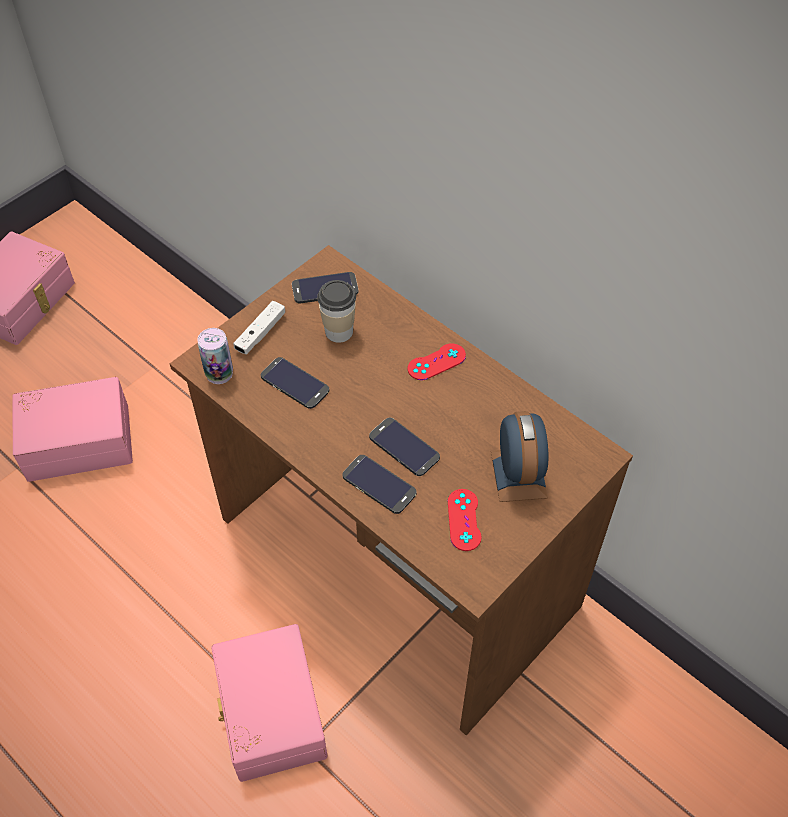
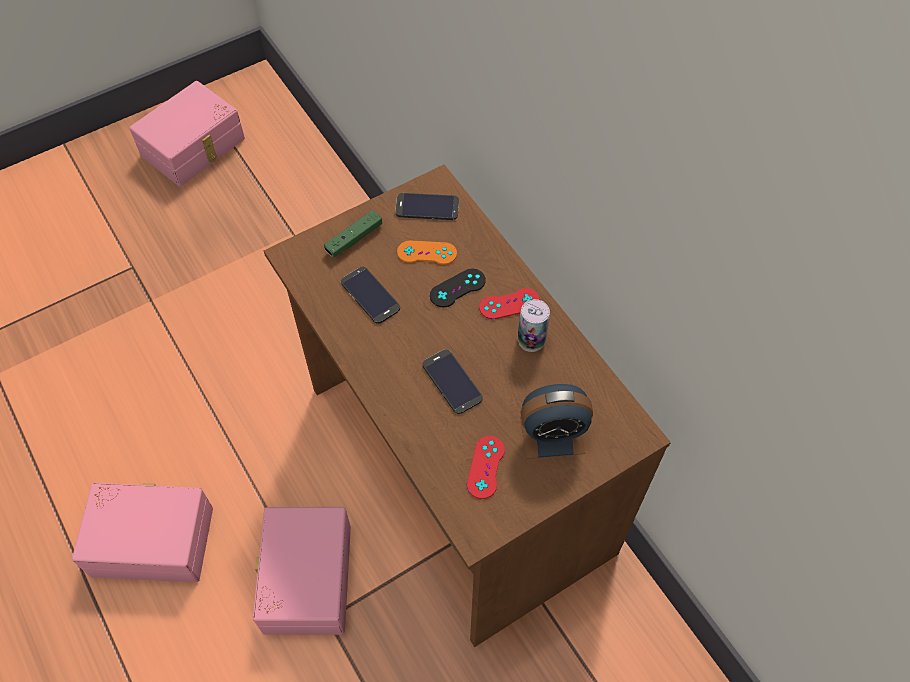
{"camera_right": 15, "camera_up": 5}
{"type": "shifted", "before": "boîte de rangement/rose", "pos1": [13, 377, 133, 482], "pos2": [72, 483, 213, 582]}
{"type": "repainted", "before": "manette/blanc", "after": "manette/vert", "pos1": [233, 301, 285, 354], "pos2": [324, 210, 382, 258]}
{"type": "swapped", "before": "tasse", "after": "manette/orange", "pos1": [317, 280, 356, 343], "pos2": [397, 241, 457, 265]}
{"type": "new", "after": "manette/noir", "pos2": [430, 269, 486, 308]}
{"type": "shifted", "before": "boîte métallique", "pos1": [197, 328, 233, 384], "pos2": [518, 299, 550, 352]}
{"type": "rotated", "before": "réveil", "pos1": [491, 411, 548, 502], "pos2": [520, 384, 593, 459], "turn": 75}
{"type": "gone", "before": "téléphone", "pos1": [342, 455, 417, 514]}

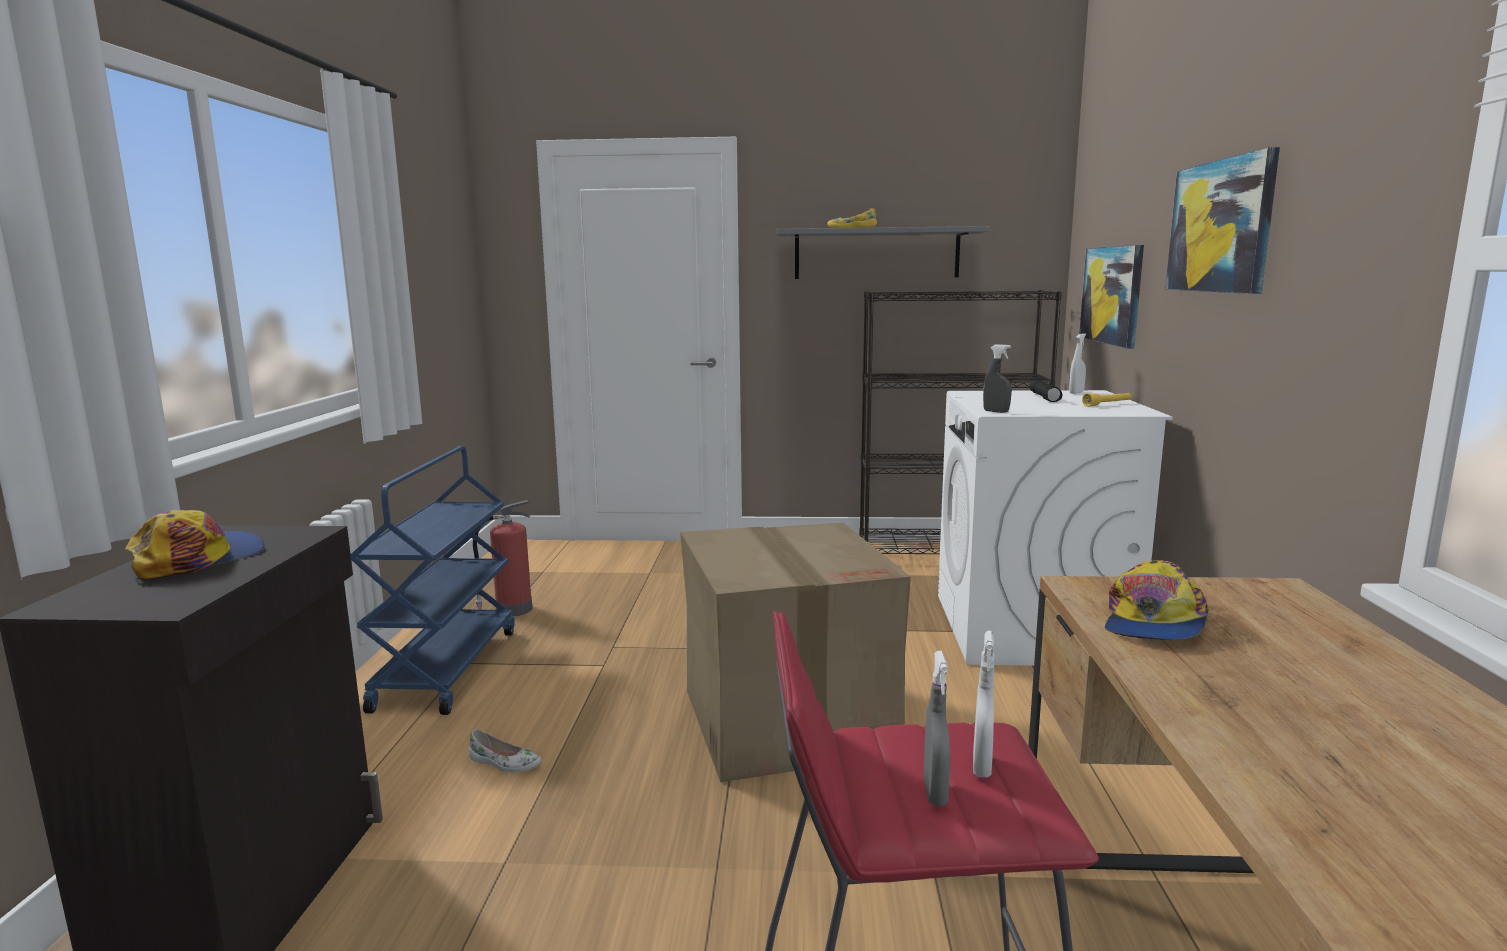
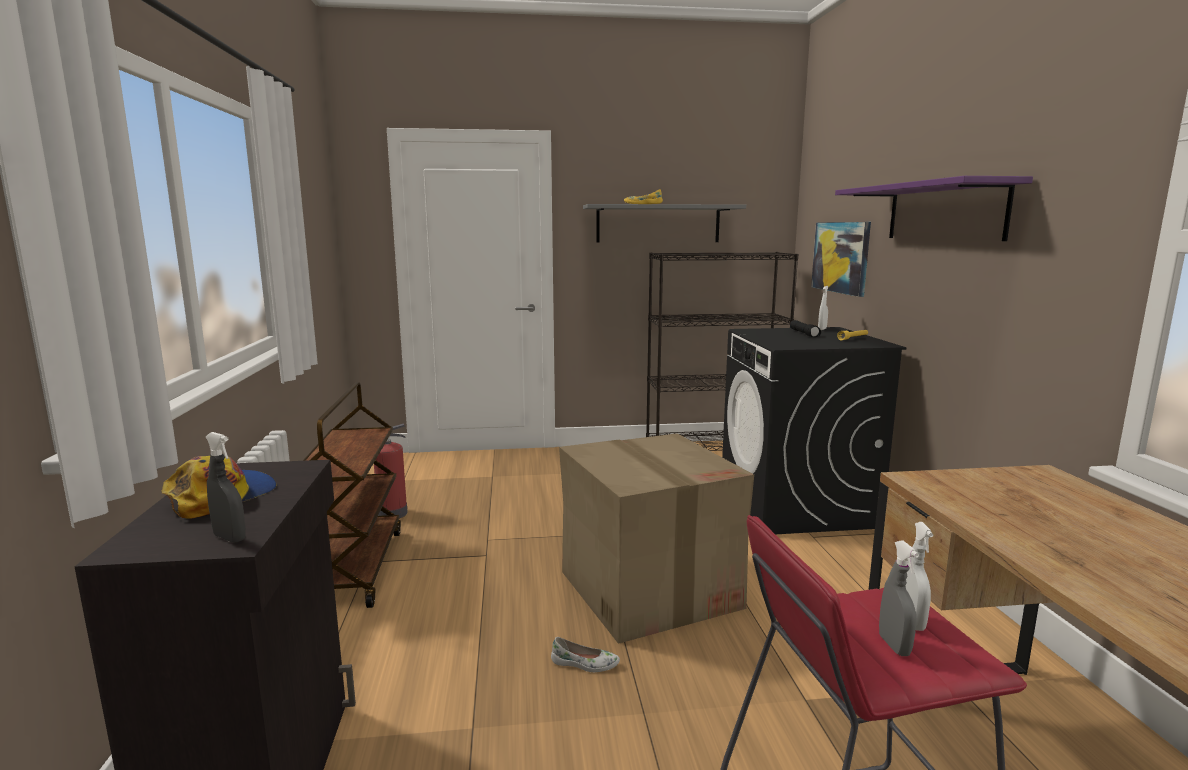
{"camera_right": -10, "camera_up": 0}
{"type": "shifted", "before": "vaporisateur/gris", "pos1": [983, 344, 1012, 413], "pos2": [206, 432, 246, 542]}
{"type": "repainted", "before": "chariot/bleu", "after": "chariot/marron", "pos1": [350, 446, 515, 715], "pos2": [303, 382, 401, 608]}
{"type": "shifted", "before": "chaussure/blanc", "pos1": [468, 729, 542, 773], "pos2": [551, 637, 620, 672]}
{"type": "repainted", "before": "lave-linge/blanc", "after": "lave-linge/noir", "pos1": [938, 390, 1173, 665], "pos2": [722, 327, 906, 534]}
{"type": "swapped", "before": "tableau", "after": "étagère/violet", "pos1": [1165, 147, 1280, 294], "pos2": [835, 176, 1033, 241]}
{"type": "gone", "before": "casquette", "pos1": [1105, 560, 1209, 640]}

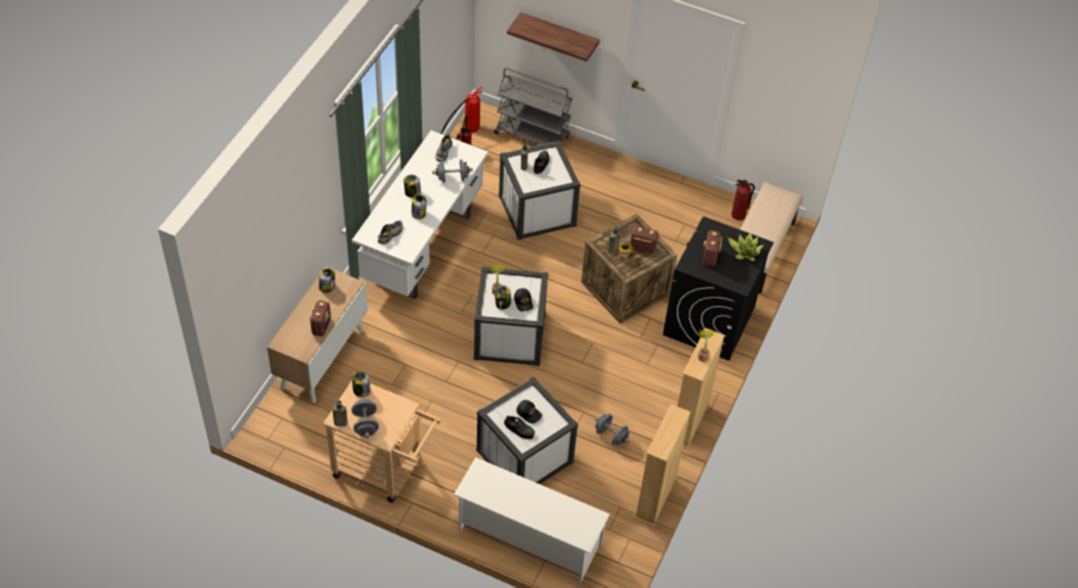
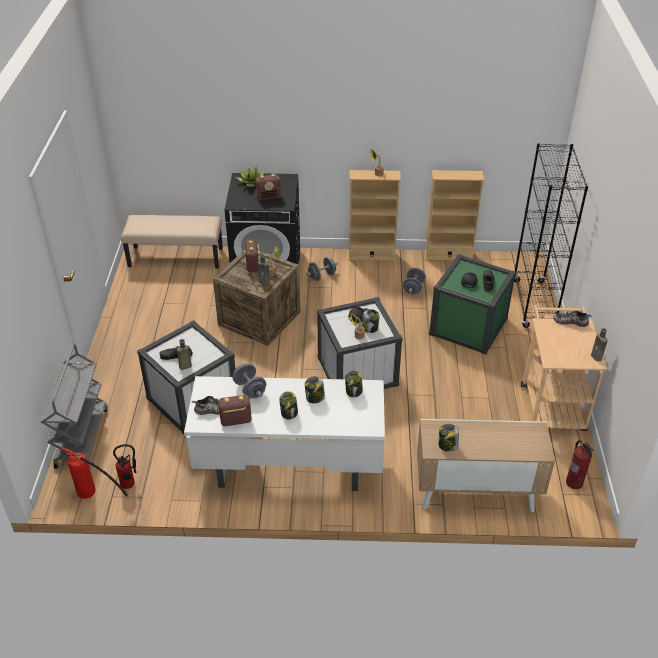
{"camera_right": -110, "camera_up": -10}
{"type": "shifted", "before": "radio", "pos1": [309, 300, 331, 337], "pos2": [218, 395, 252, 426]}
{"type": "shifted", "before": "haltère/gris", "pos1": [352, 398, 379, 438], "pos2": [306, 257, 338, 281]}
{"type": "shifted", "before": "bocal", "pos1": [352, 372, 371, 397], "pos2": [345, 370, 363, 398]}
{"type": "repainted", "before": "boîte de rangement/blanc", "after": "boîte de rangement/vert", "pos1": [476, 376, 578, 484], "pos2": [429, 254, 516, 355]}
{"type": "swapped", "before": "étagère à chaussures/blanc", "after": "bibliothèque/noir", "pos1": [454, 457, 610, 583], "pos2": [514, 143, 588, 328]}
{"type": "shifted", "before": "chaussure", "pos1": [377, 220, 403, 244], "pos2": [553, 311, 592, 327]}
{"type": "shifted", "before": "extincteur", "pos1": [731, 180, 755, 220], "pos2": [566, 440, 594, 489]}
{"type": "gone", "before": "étagère", "pos1": [507, 12, 600, 62]}

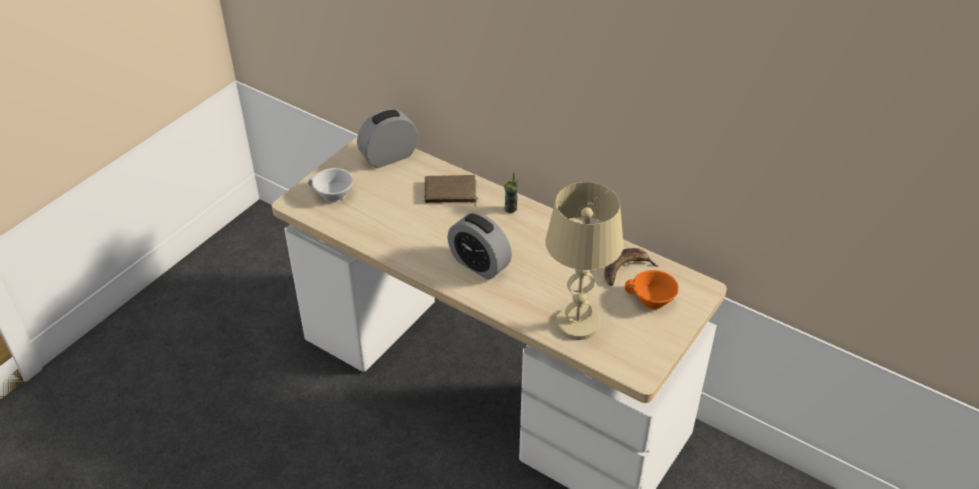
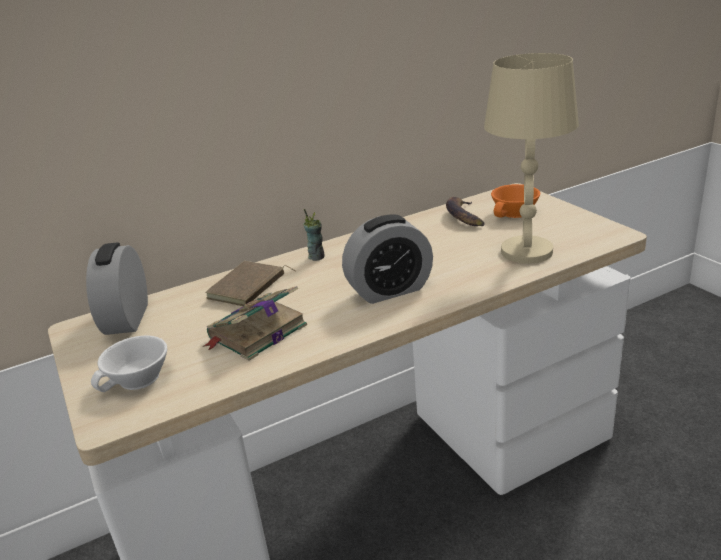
{"camera_right": -60, "camera_up": -15}
{"type": "new", "after": "livre", "pos2": [202, 286, 307, 361]}

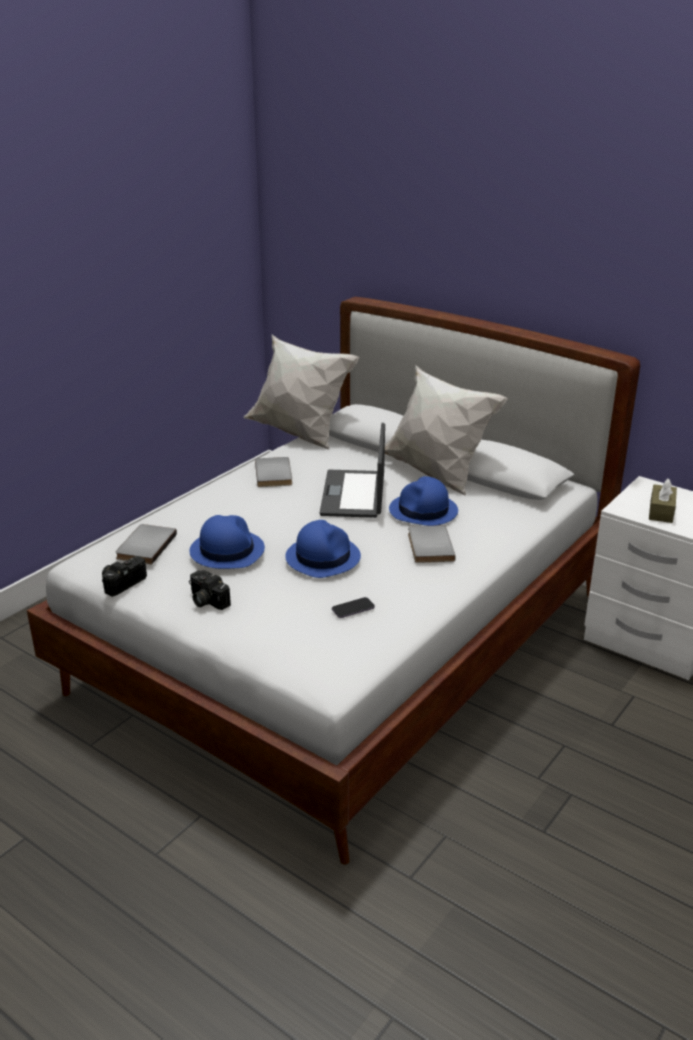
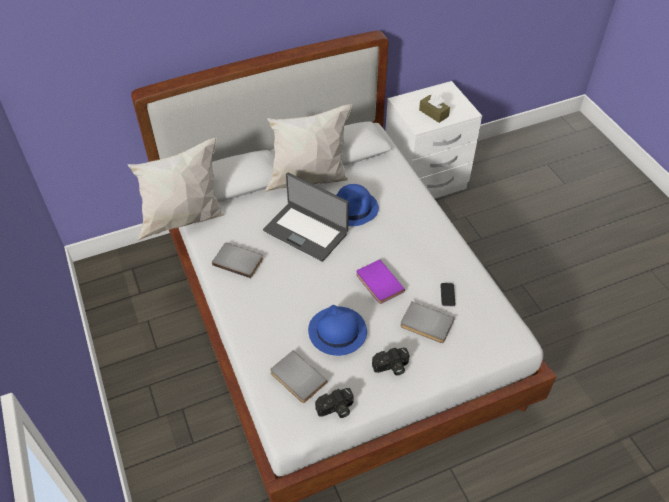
{"camera_right": -60, "camera_up": 20}
{"type": "rotated", "before": "appareil photo", "pos1": [102, 556, 147, 597], "pos2": [315, 388, 354, 418], "turn": -90}
{"type": "swapped", "before": "chapeau/bleu", "after": "livre/violet", "pos1": [285, 520, 361, 578], "pos2": [356, 259, 405, 304]}
{"type": "shifted", "before": "livre/gris", "pos1": [408, 525, 456, 563], "pos2": [400, 301, 455, 343]}

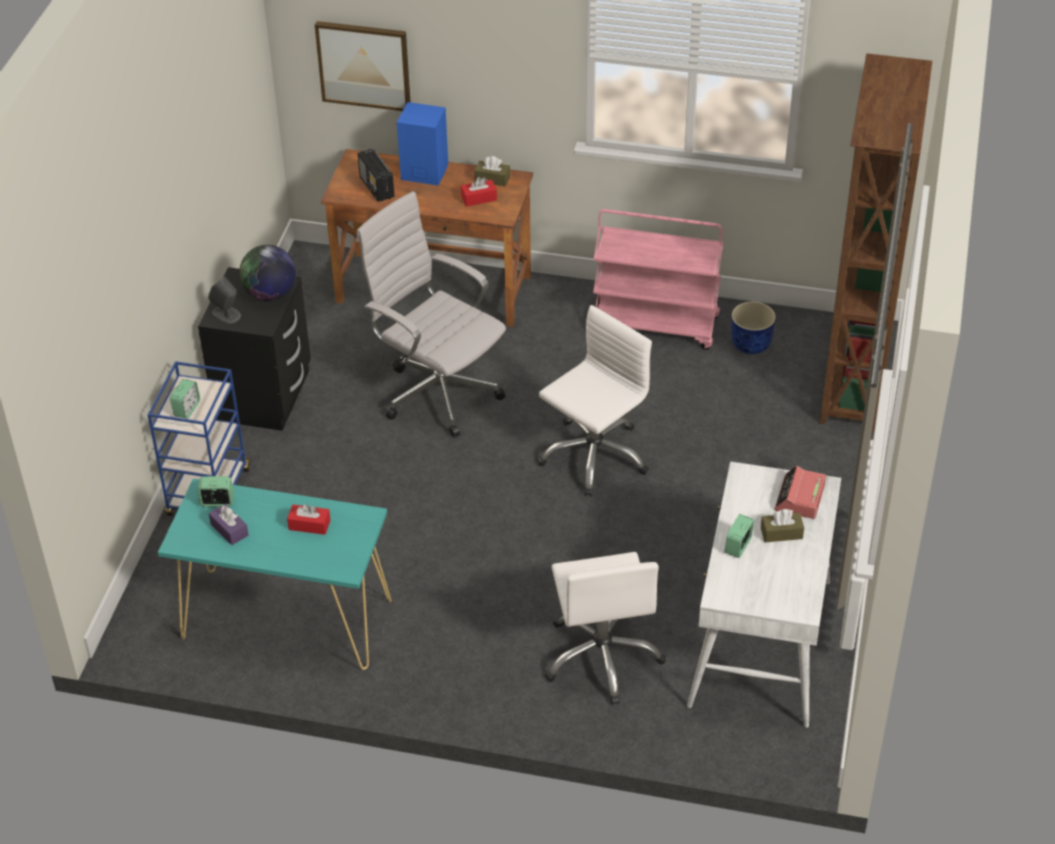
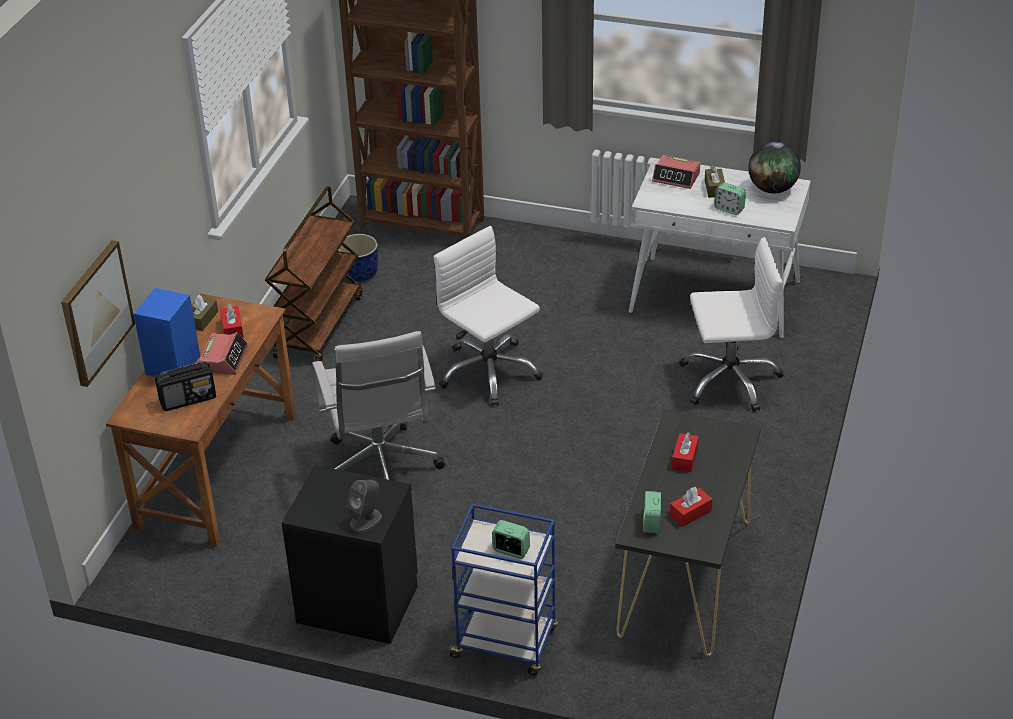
{"camera_right": -85, "camera_up": -5}
{"type": "new", "after": "réveil", "pos2": [198, 332, 249, 375]}
{"type": "repainted", "before": "chariot/rose", "after": "chariot/marron", "pos1": [593, 209, 723, 350], "pos2": [265, 186, 363, 362]}
{"type": "rotated", "before": "chaise de bureau/blanc", "pos1": [356, 191, 506, 437], "pos2": [312, 331, 445, 480], "turn": -60}
{"type": "repainted", "before": "table console/turquoise", "after": "table console/noir", "pos1": [158, 479, 392, 670], "pos2": [615, 410, 761, 656]}
{"type": "repainted", "before": "boîte à mouchoirs/violet", "after": "boîte à mouchoirs/rouge", "pos1": [209, 504, 249, 545], "pos2": [669, 487, 712, 527]}
{"type": "shifted", "before": "globe", "pos1": [239, 245, 296, 301], "pos2": [748, 141, 801, 194]}

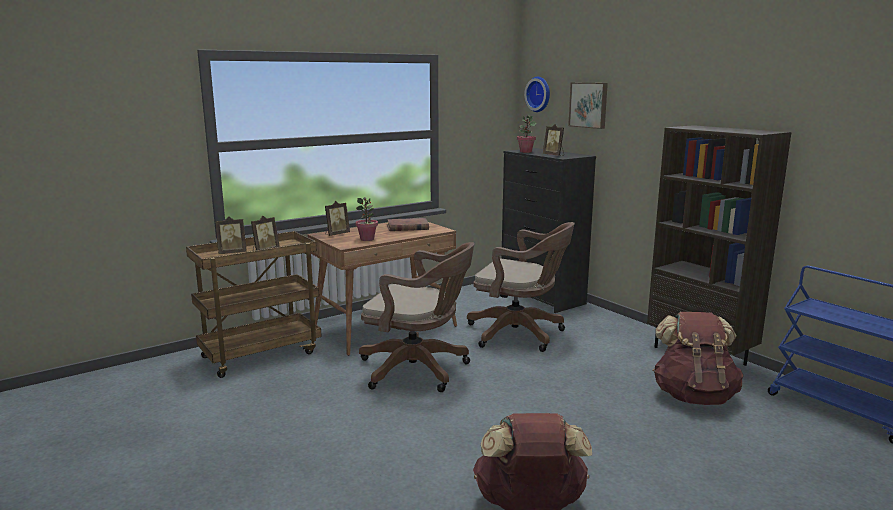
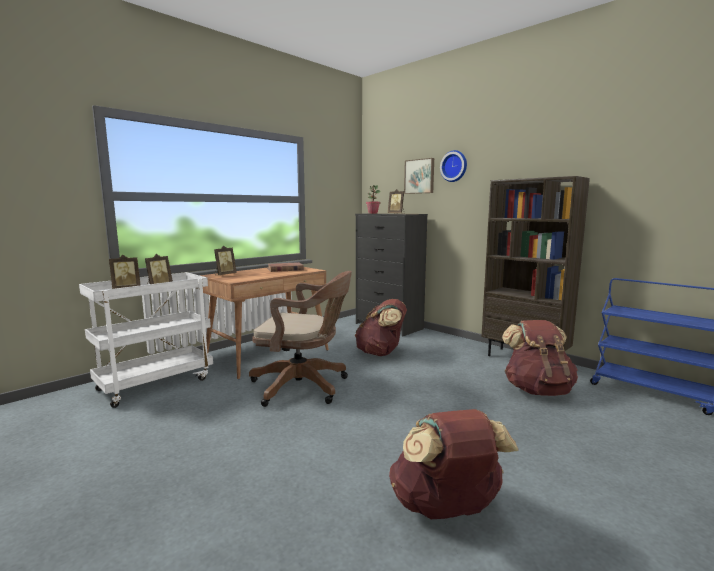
{"camera_right": -10, "camera_up": -5}
{"type": "repainted", "before": "chariot/marron", "after": "chariot/blanc", "pos1": [186, 231, 322, 378], "pos2": [79, 272, 213, 408]}
{"type": "swapped", "before": "chaise de bureau/marron", "after": "sac à dos/marron", "pos1": [467, 222, 575, 352], "pos2": [355, 299, 407, 356]}
{"type": "shifted", "before": "horloge murale", "pos1": [524, 77, 550, 112], "pos2": [440, 150, 467, 182]}
{"type": "gone", "before": "plante en pot", "pos1": [355, 197, 378, 241]}

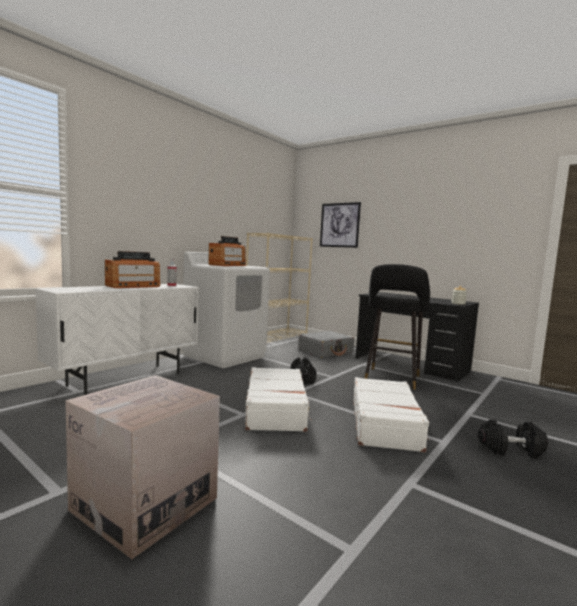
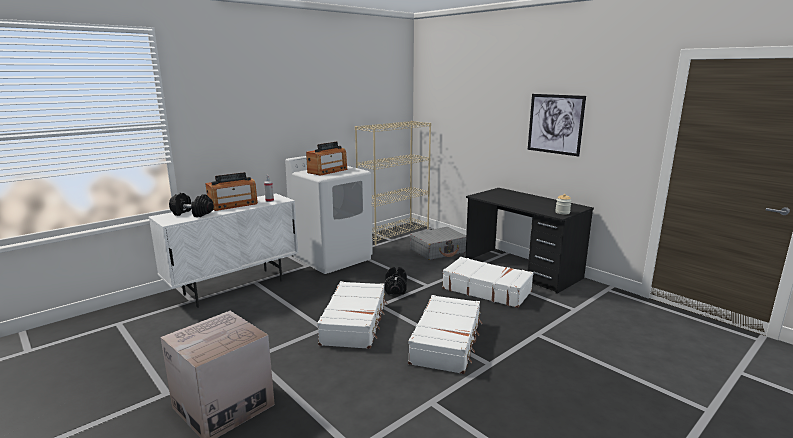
{"camera_right": 10, "camera_up": 10}
{"type": "shifted", "before": "haltère/noir", "pos1": [478, 419, 548, 458], "pos2": [169, 193, 214, 217]}
{"type": "swapped", "before": "tabouret/noir", "after": "valise/blanc", "pos1": [364, 264, 430, 390], "pos2": [442, 257, 533, 308]}
{"type": "shifted", "before": "tableau", "pos1": [320, 202, 361, 248], "pos2": [528, 94, 586, 157]}

